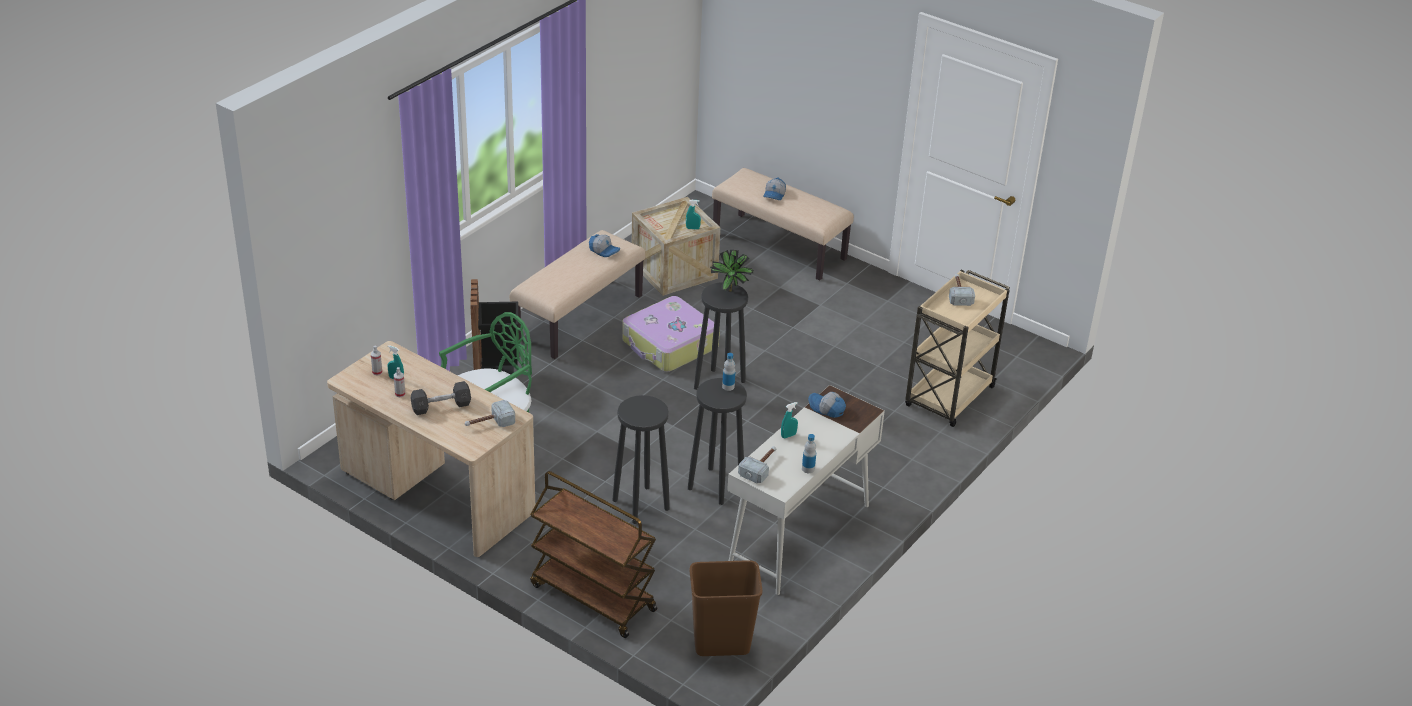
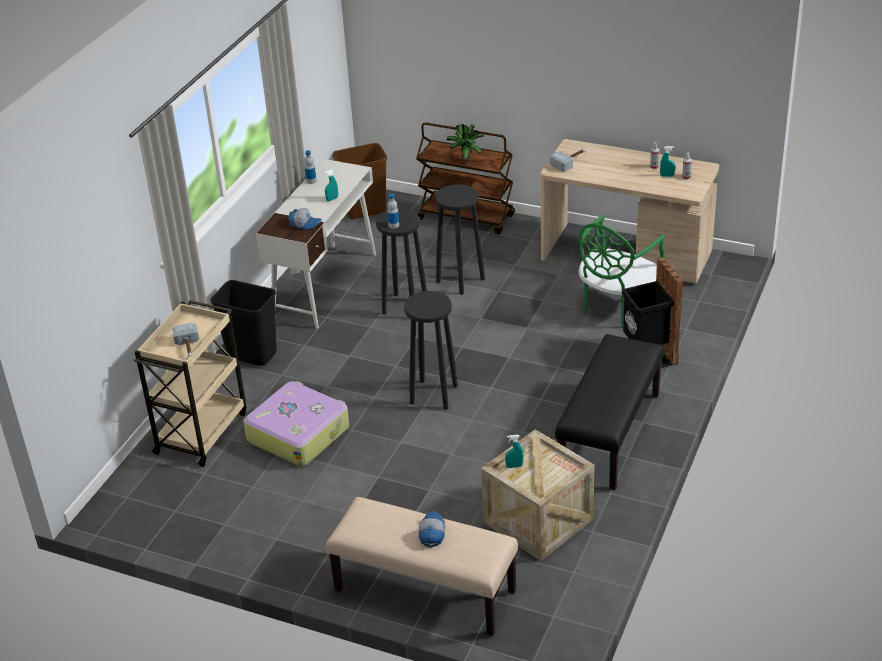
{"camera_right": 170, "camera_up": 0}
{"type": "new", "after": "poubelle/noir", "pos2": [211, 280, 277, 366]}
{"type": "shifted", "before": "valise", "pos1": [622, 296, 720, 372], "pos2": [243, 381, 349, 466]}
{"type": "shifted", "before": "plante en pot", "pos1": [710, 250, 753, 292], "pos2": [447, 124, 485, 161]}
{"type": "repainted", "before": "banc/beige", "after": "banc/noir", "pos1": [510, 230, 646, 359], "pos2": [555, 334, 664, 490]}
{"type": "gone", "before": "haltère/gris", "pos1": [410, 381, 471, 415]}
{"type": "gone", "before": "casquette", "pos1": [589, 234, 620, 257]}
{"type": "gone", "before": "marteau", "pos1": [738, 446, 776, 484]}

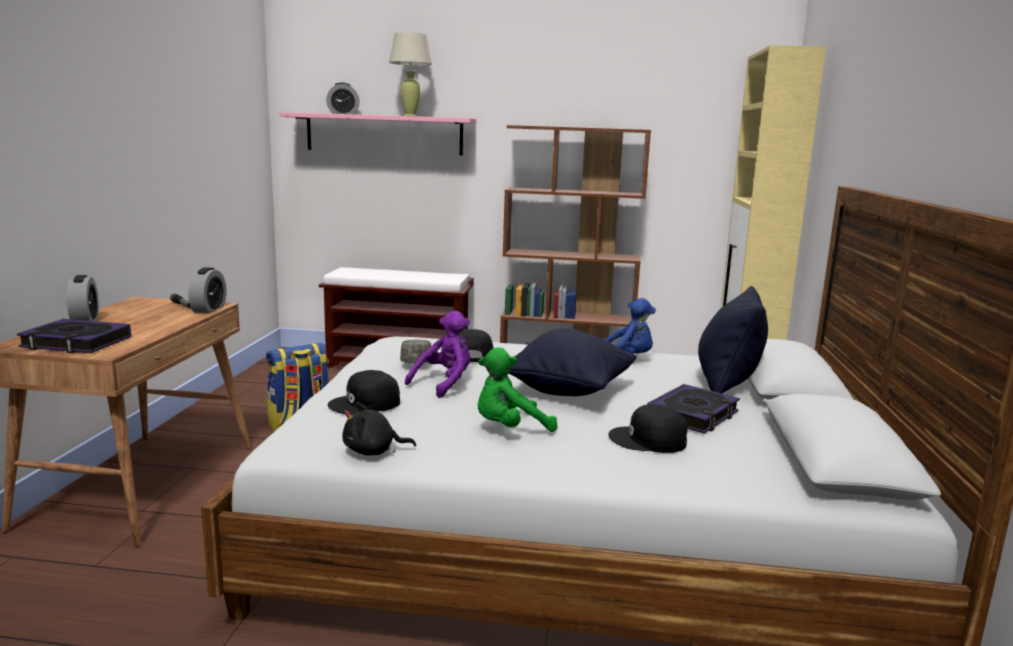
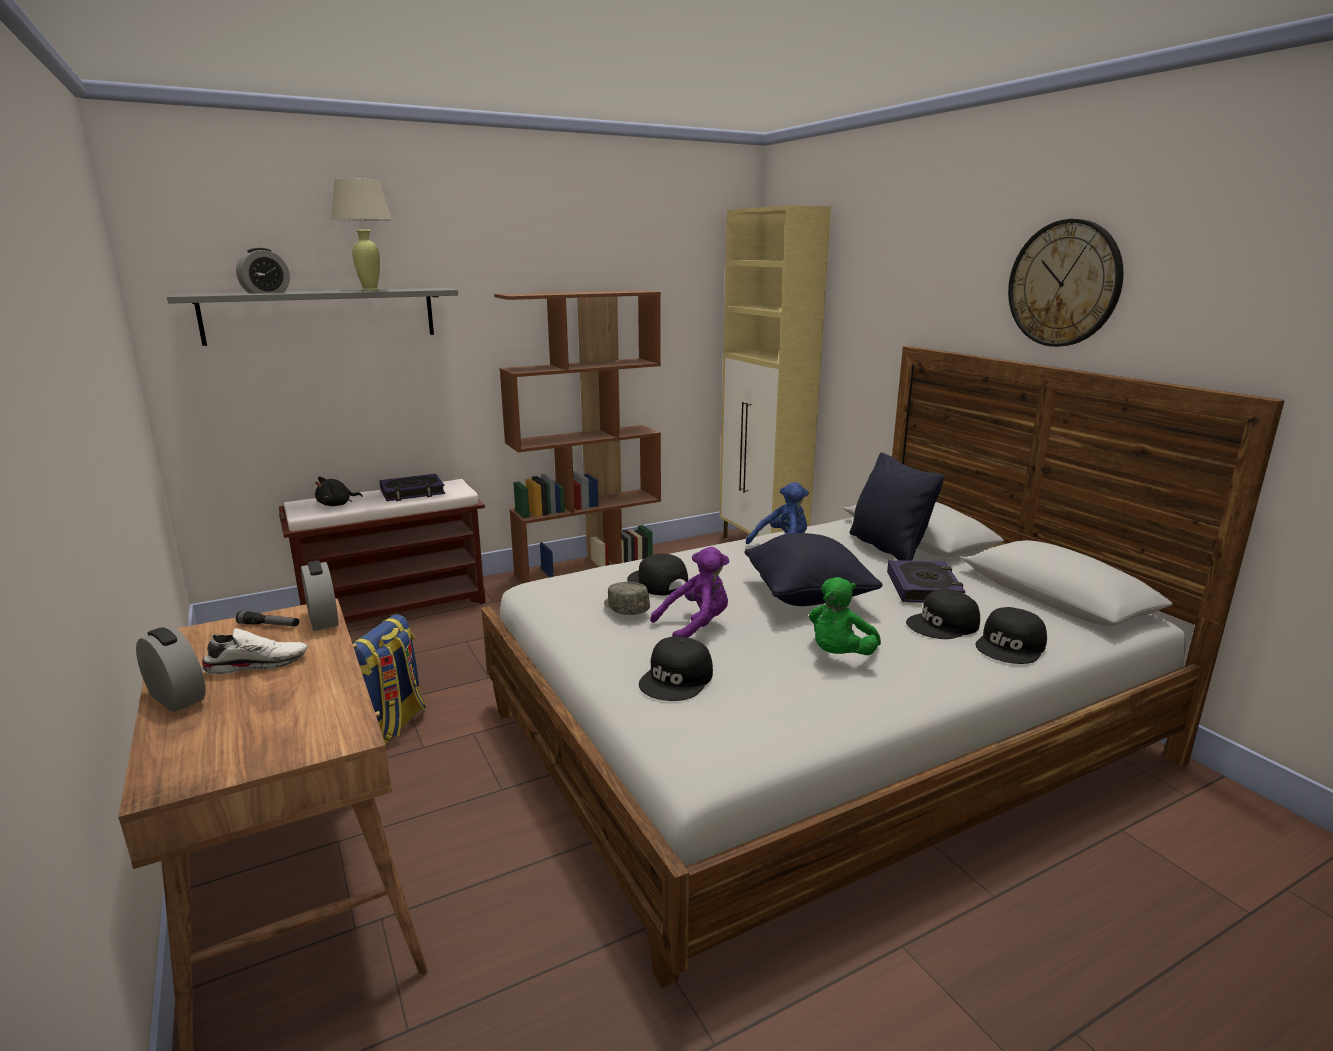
{"camera_right": -35, "camera_up": 5}
{"type": "repainted", "before": "étagère/rose", "after": "étagère/gris", "pos1": [279, 112, 477, 155], "pos2": [167, 288, 458, 346]}
{"type": "new", "after": "chaussure/blanc", "pos2": [202, 628, 307, 675]}
{"type": "shifted", "before": "peluche/noir", "pos1": [342, 402, 416, 456], "pos2": [315, 476, 363, 506]}
{"type": "shifted", "before": "livre", "pos1": [17, 319, 131, 353], "pos2": [379, 474, 445, 501]}
{"type": "rotated", "before": "peluche/violet", "pos1": [405, 311, 470, 398], "pos2": [650, 547, 729, 638], "turn": 60}
{"type": "new", "after": "casquette/noir", "pos2": [975, 607, 1047, 664]}
{"type": "new", "after": "horloge murale", "pos2": [1008, 219, 1124, 347]}

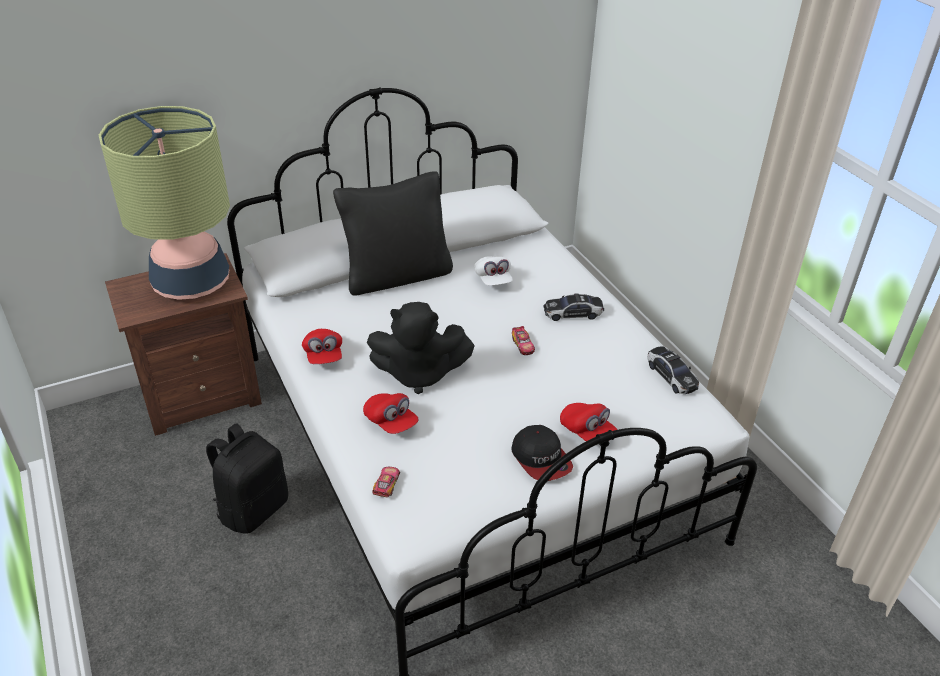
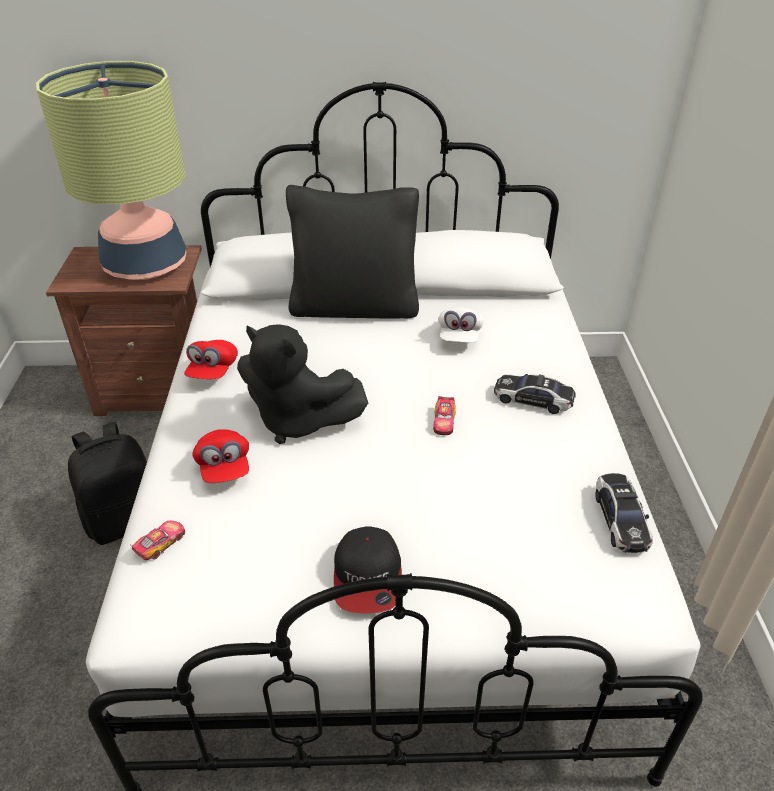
{"camera_right": 25, "camera_up": 0}
{"type": "gone", "before": "casquette/rouge", "pos1": [560, 403, 617, 441]}

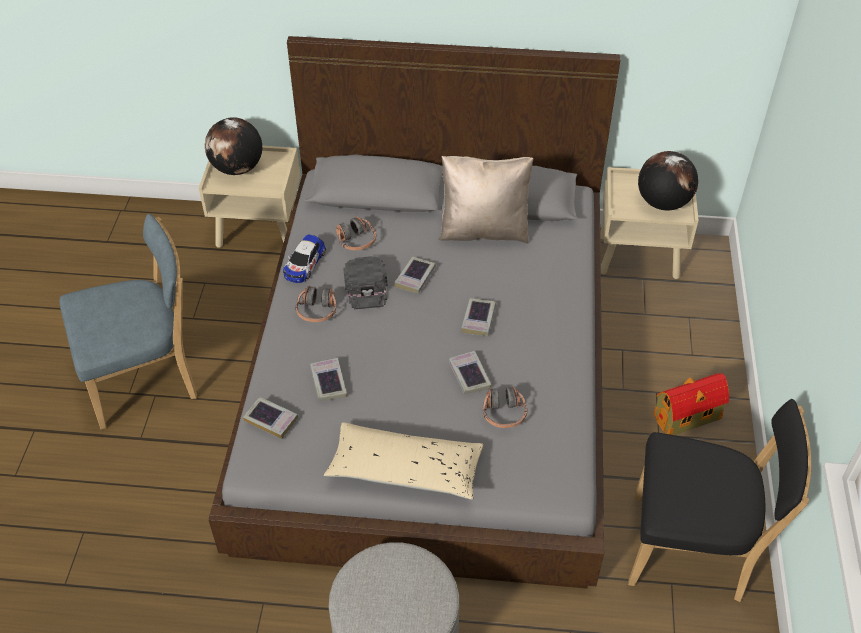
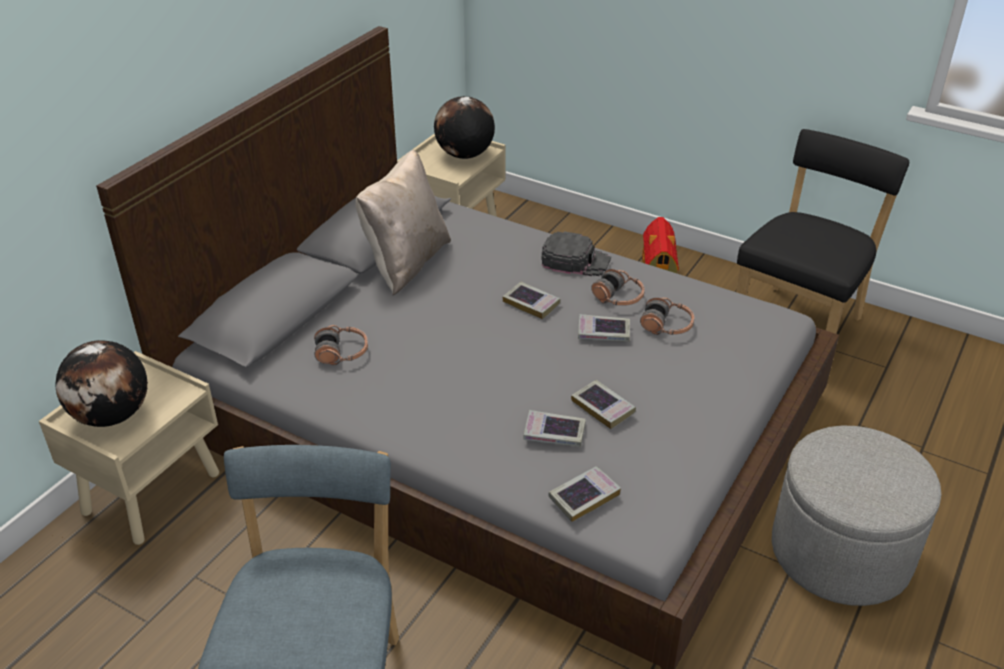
{"camera_right": -65, "camera_up": -10}
{"type": "shifted", "before": "casquette/noir", "pos1": [343, 256, 387, 309], "pos2": [542, 231, 611, 276]}
{"type": "shifted", "before": "livre", "pos1": [395, 257, 436, 293], "pos2": [571, 380, 636, 429]}
{"type": "shifted", "before": "casque audio", "pos1": [295, 286, 337, 322], "pos2": [591, 269, 645, 306]}
{"type": "gone", "before": "petite voiture", "pos1": [283, 234, 326, 283]}
{"type": "gone", "before": "coussin/beige", "pos1": [324, 422, 483, 500]}

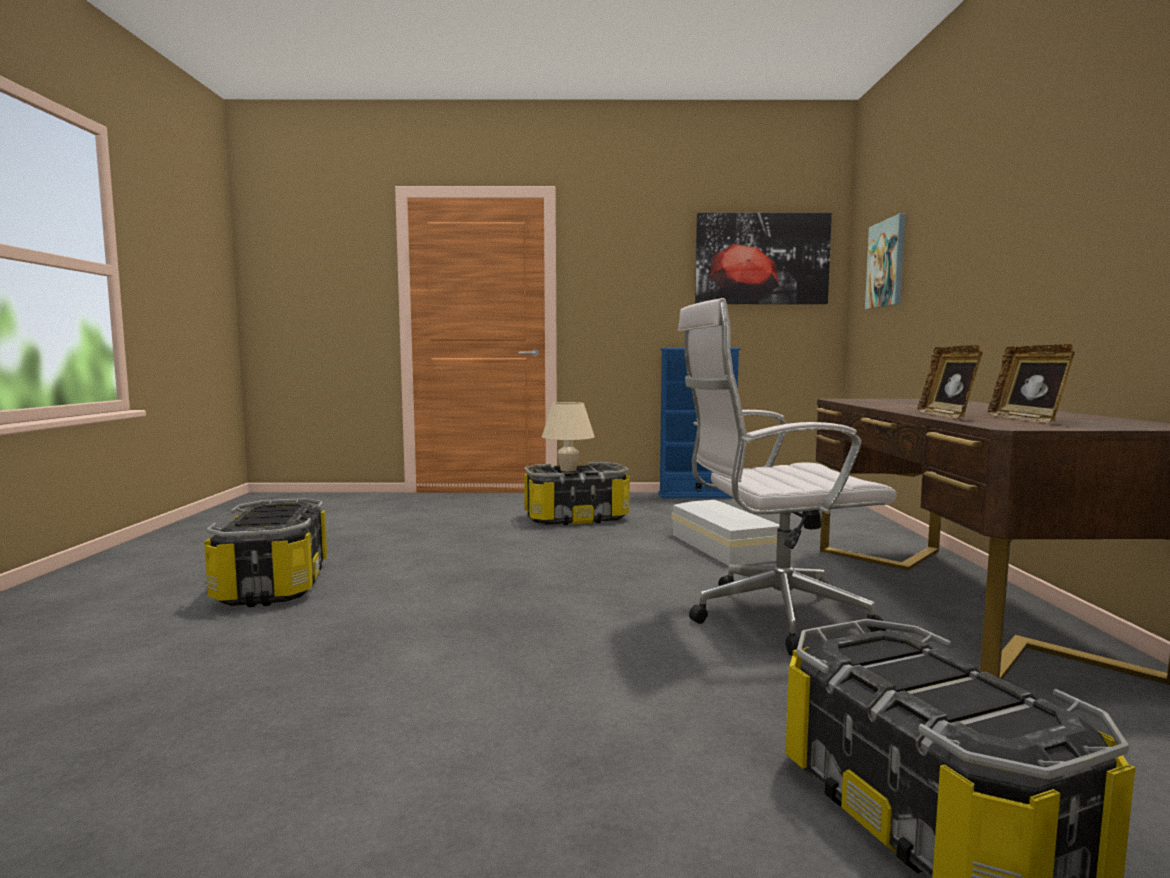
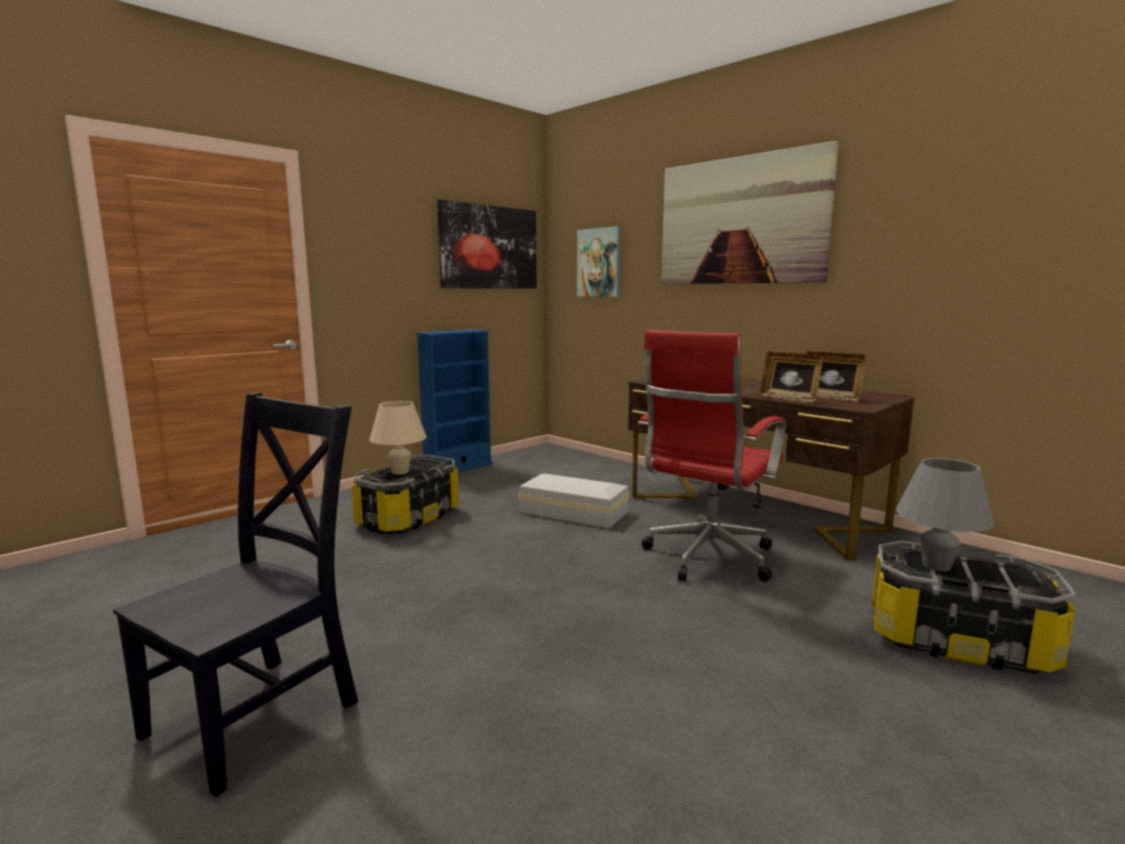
{"camera_right": -45, "camera_up": 5}
{"type": "swapped", "before": "boîte de rangement", "after": "chaise/noir", "pos1": [204, 498, 327, 607], "pos2": [113, 392, 358, 797]}
{"type": "repainted", "before": "chaise de bureau/blanc", "after": "chaise de bureau/rouge", "pos1": [678, 298, 897, 656], "pos2": [638, 330, 786, 582]}
{"type": "new", "after": "tableau", "pos2": [661, 141, 839, 284]}
{"type": "new", "after": "lampe de table/gris", "pos2": [896, 458, 994, 572]}

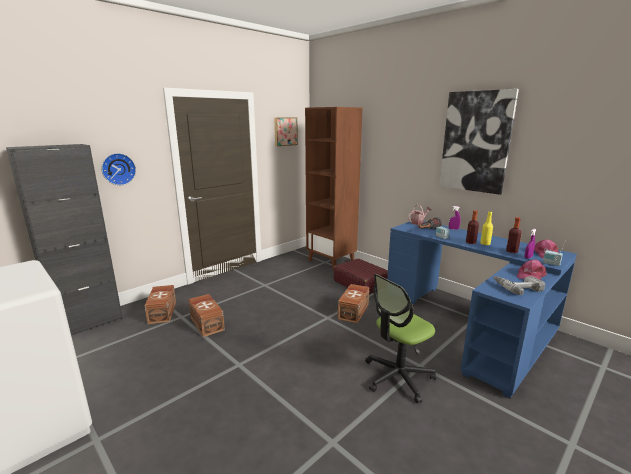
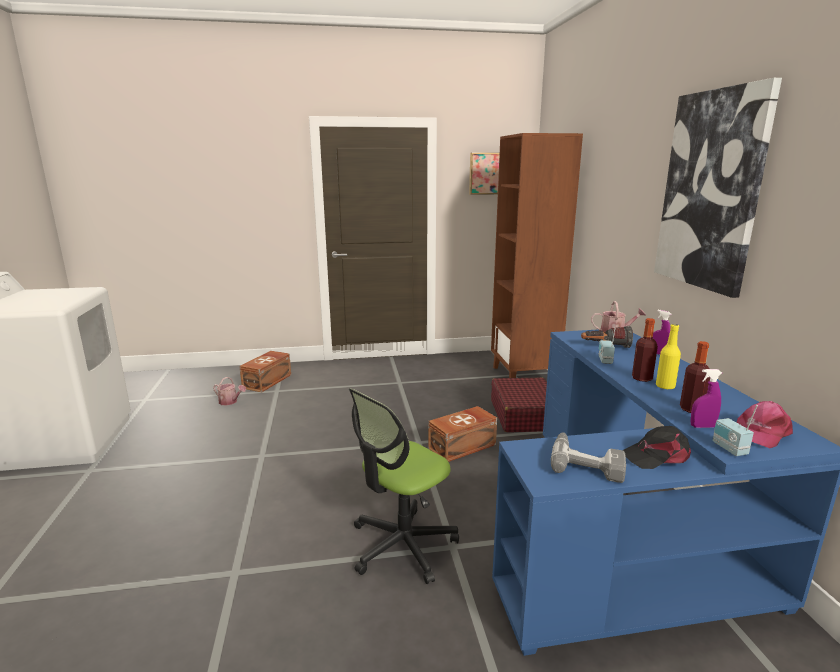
{"camera_right": 35, "camera_up": 0}
{"type": "new", "after": "arrosoir", "pos2": [213, 377, 246, 405]}
{"type": "rotated", "before": "chaise de bureau", "pos1": [365, 274, 436, 403], "pos2": [349, 388, 459, 584], "turn": -45}
{"type": "repainted", "before": "casquette/rose", "after": "casquette/noir", "pos1": [517, 259, 547, 279], "pos2": [623, 426, 691, 469]}
{"type": "gone", "before": "meuble de rangement/noir", "pos1": [6, 144, 123, 336]}
{"type": "gone", "before": "horloge murale", "pos1": [102, 153, 136, 185]}
{"type": "gone", "before": "boîte de rangement/marron", "pos1": [188, 294, 225, 337]}

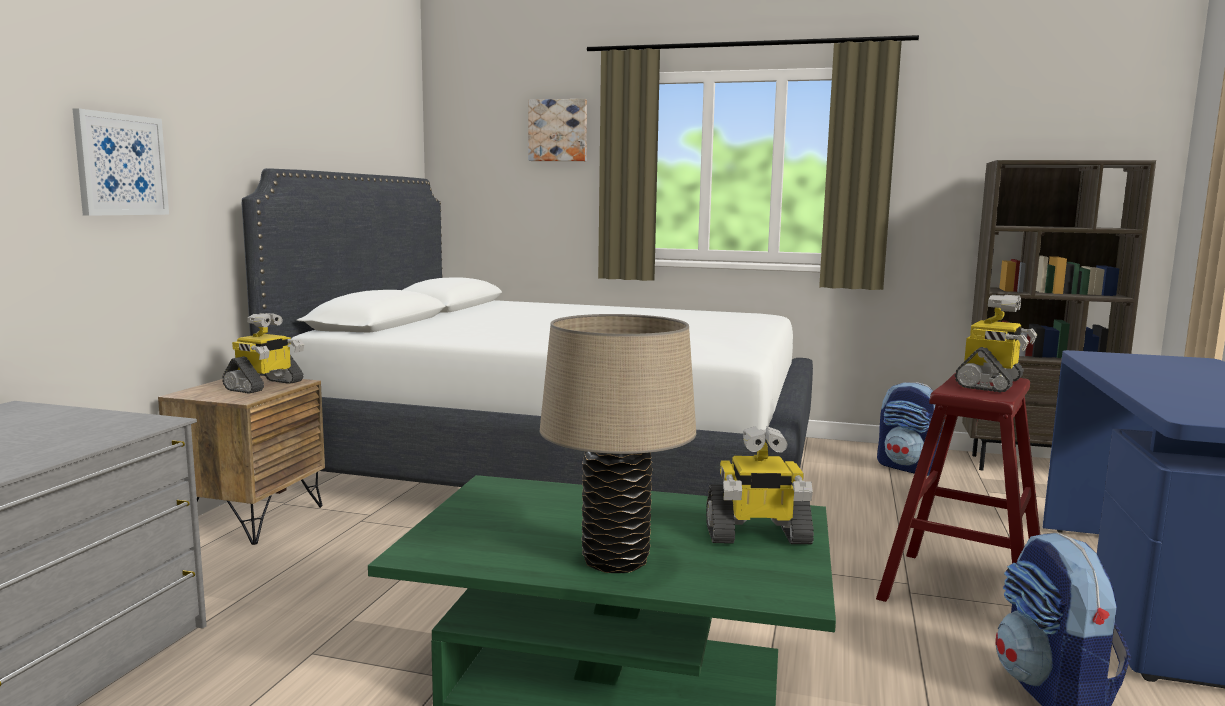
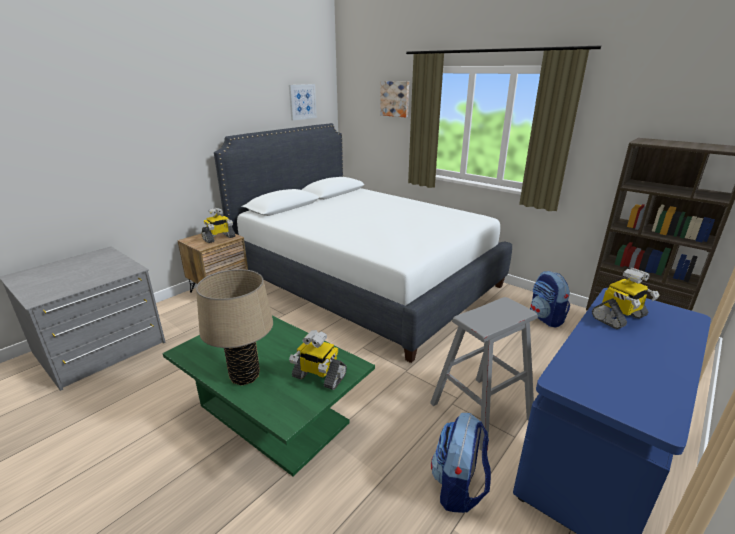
{"camera_right": 25, "camera_up": 15}
{"type": "shifted", "before": "tableau", "pos1": [73, 108, 169, 216], "pos2": [289, 84, 317, 120]}
{"type": "repainted", "before": "tabouret/rouge", "after": "tabouret/gris", "pos1": [876, 373, 1040, 602], "pos2": [430, 297, 538, 451]}
{"type": "shifted", "before": "robot jouet", "pos1": [955, 295, 1037, 393], "pos2": [592, 268, 660, 329]}

